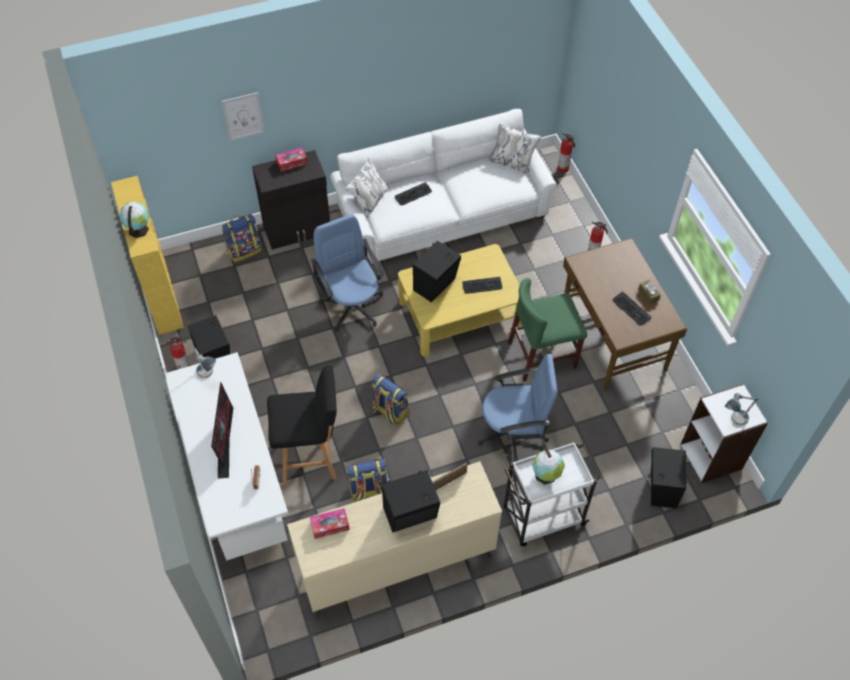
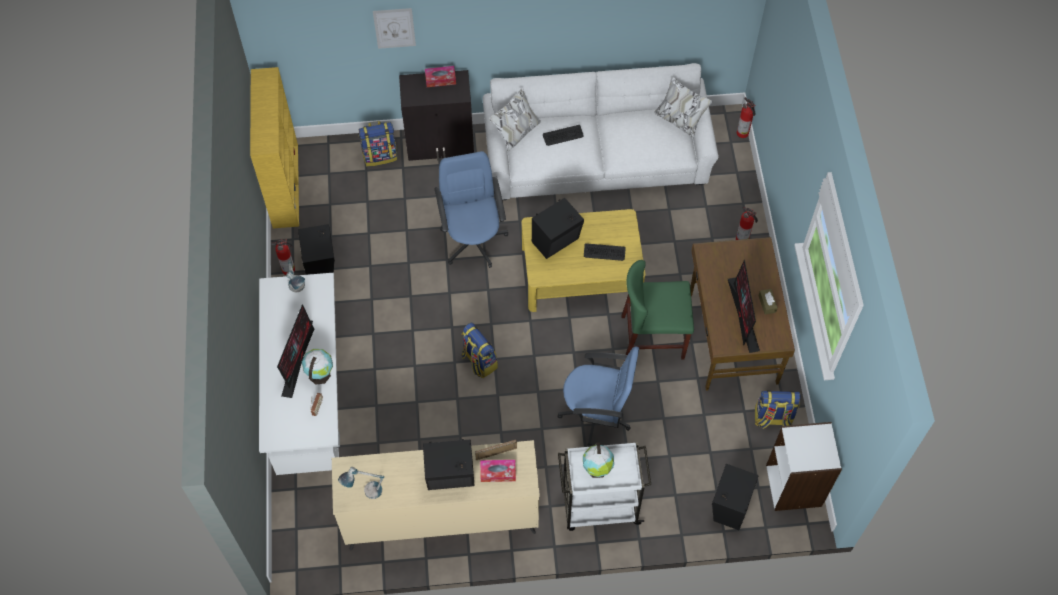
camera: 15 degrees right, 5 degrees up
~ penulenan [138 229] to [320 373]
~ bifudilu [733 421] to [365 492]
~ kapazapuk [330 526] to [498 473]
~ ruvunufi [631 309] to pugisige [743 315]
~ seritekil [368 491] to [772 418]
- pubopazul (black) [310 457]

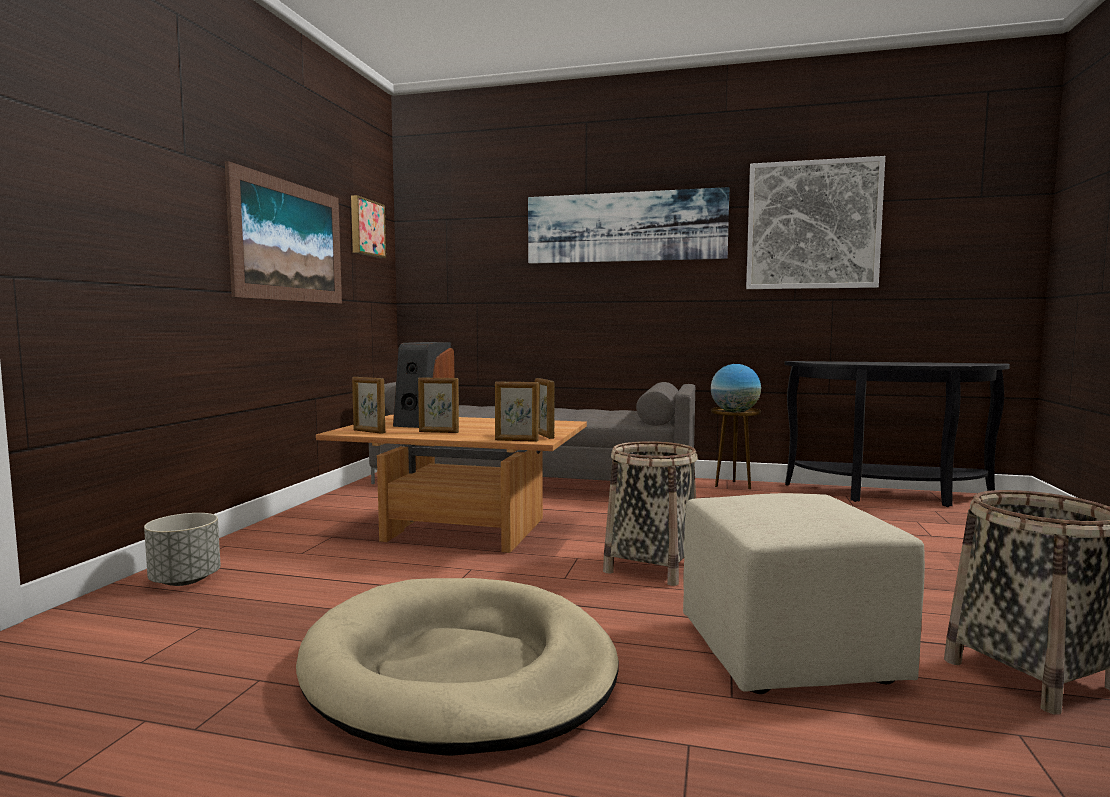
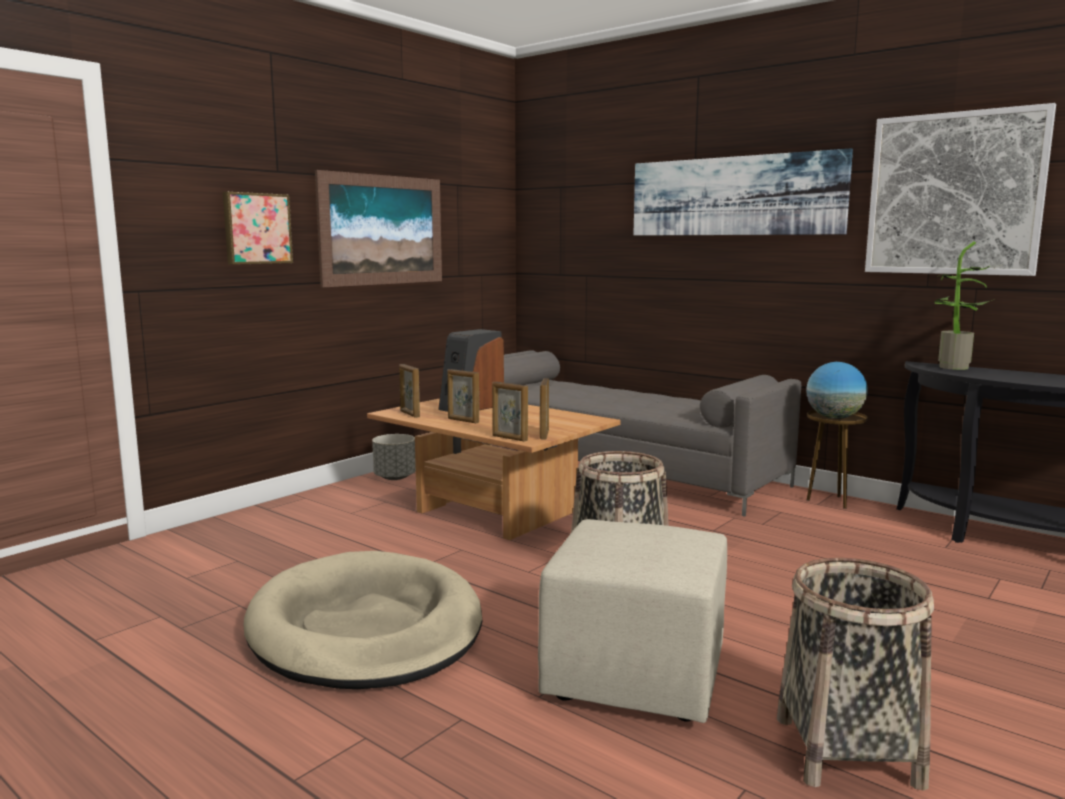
camera: 25 degrees right, 5 degrees up
~ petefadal [366 228] to [256 228]
~ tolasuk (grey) [186 580] to [395 477]
+ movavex [953 368]

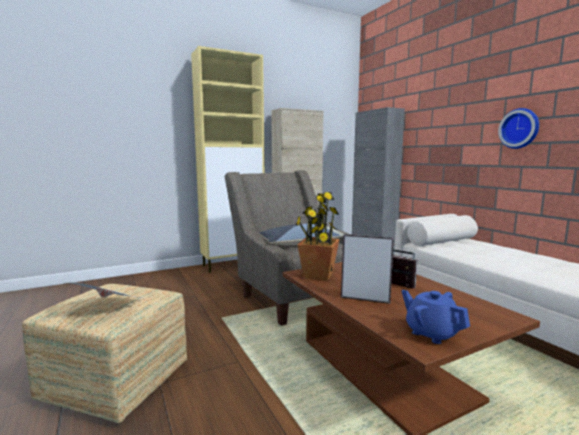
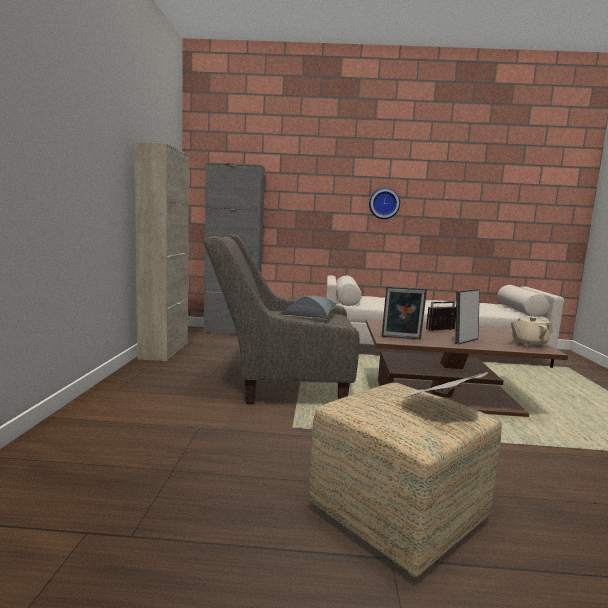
camera: 60 degrees left, 0 degrees up
~ movavex [318 276] to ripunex [401 338]
~ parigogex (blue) [431 333] to parigogex (beige) [528 344]
- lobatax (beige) [234 265]

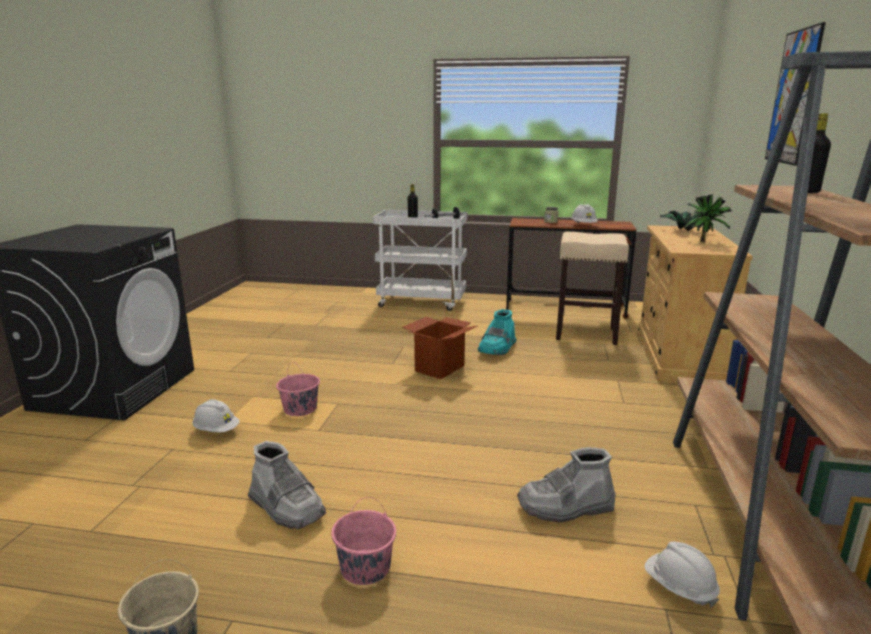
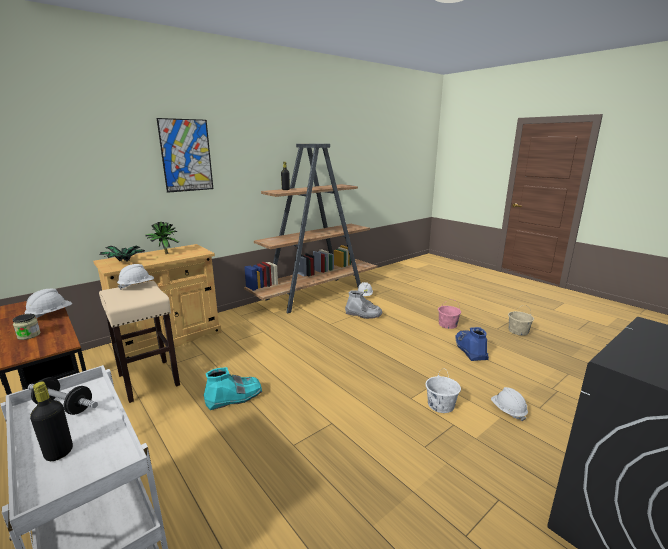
camera: 140 degrees left, 0 degrees up
+ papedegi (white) [137 286]
~ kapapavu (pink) [300 409] to kapapavu (white) [440 405]
~ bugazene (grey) [287 508] to bugazene (blue) [470 350]
- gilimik [439 368]

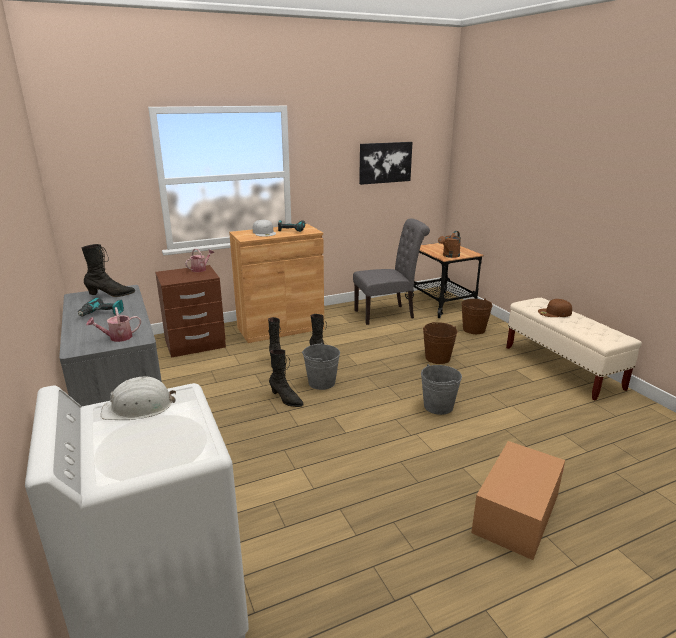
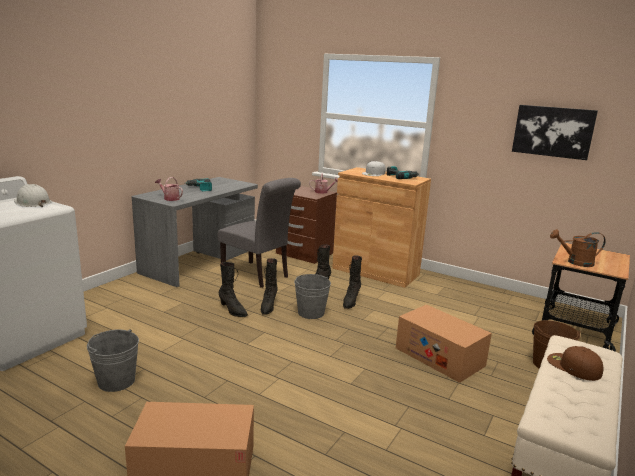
camera: 55 degrees right, 5 degrees down
~ kapapavu (grey) [438 406] to [116 381]
~ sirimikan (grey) [388 314] to [258 275]
~ bugazene (black) [111 295] to [232 310]
~ kapapavu (brown) [437 358] to gilimik [439 356]

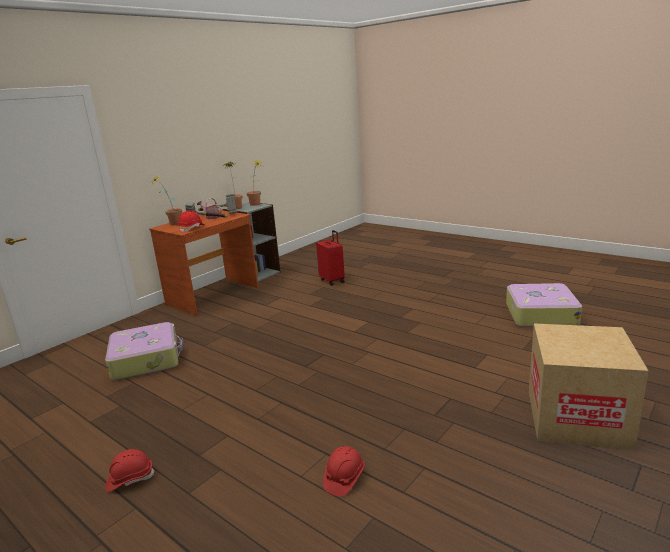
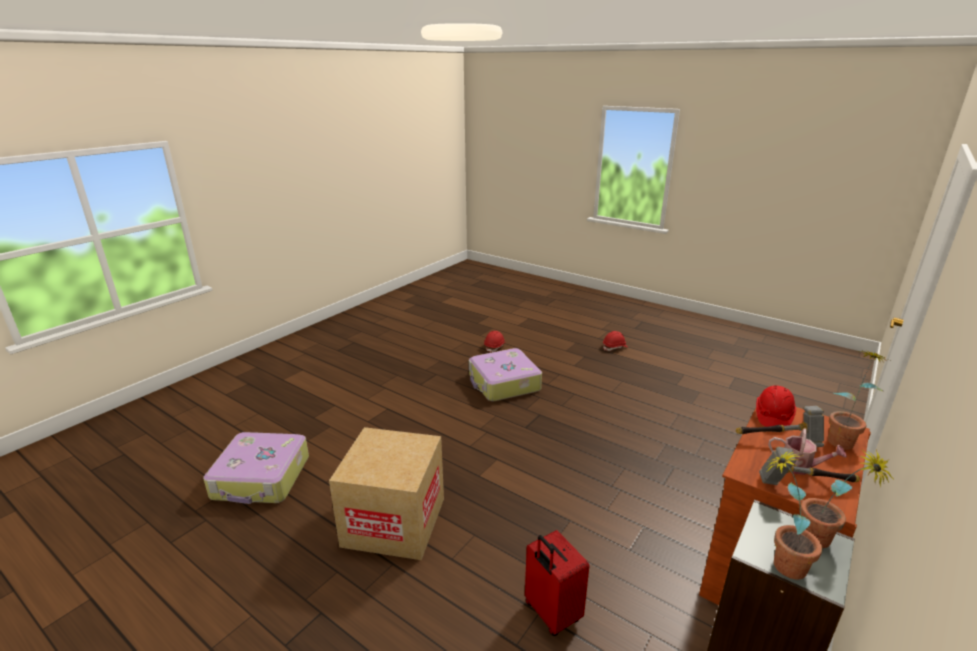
camera: 175 degrees right, 5 degrees up
~ gilimik [577 418] to [394 521]
~ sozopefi [146 359] to [503 383]

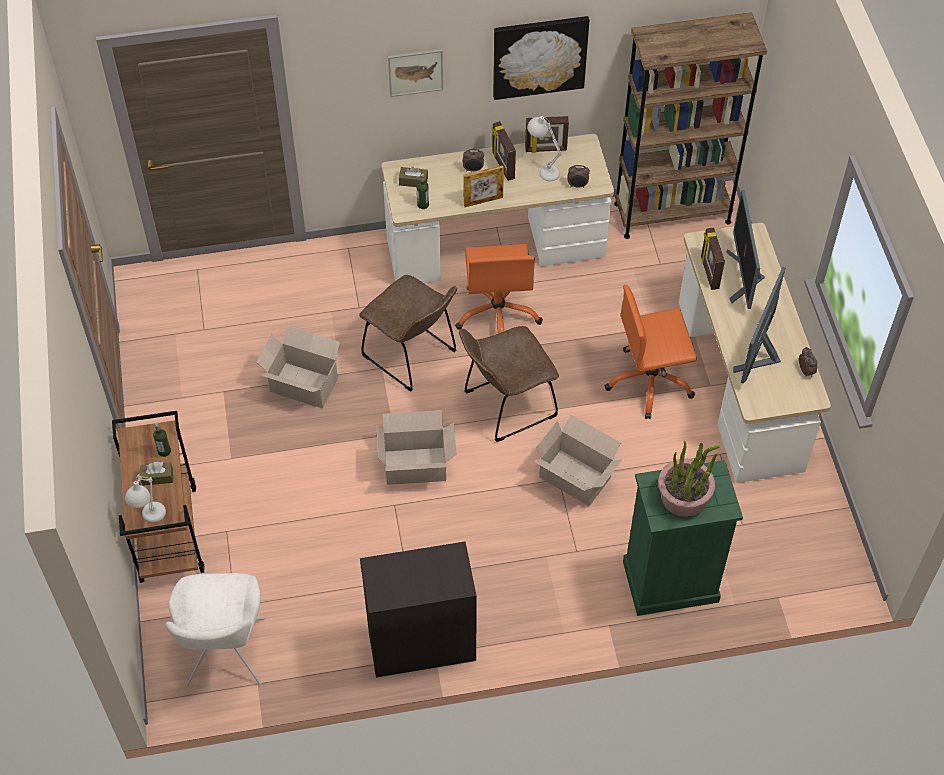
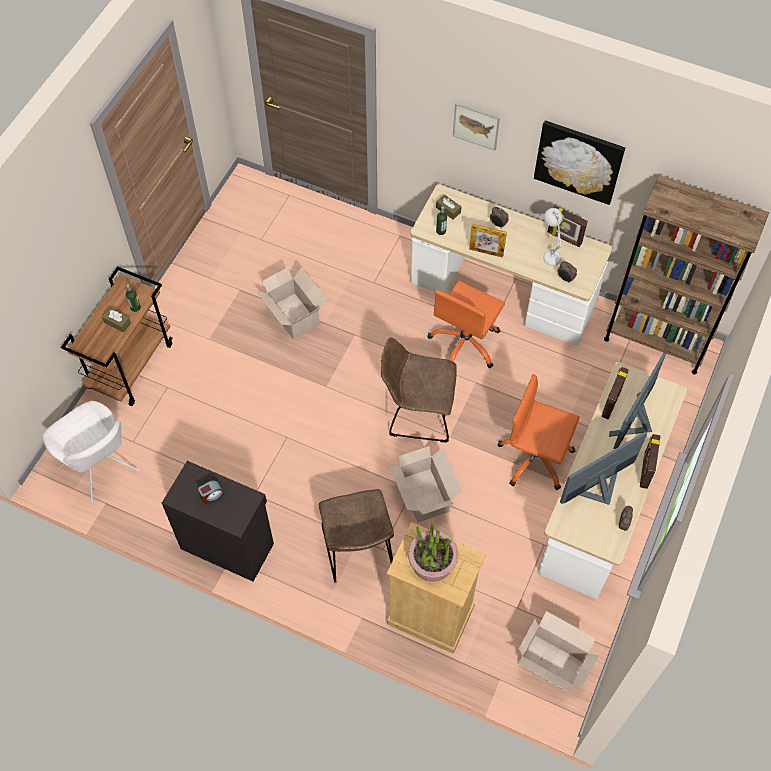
camera: 35 degrees right, 5 degrees up
~ sirimikan (white) [225 655] = [101 471] 75 degrees counterclockwise
+ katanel [211 495]
~ sirimikan (brown) [412 356] to [358 552]
~ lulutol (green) [670 582] to lulutol (beige) [430 615]
~ gilimik [417 466] to [552 665]
~ ripunex [502 166] to [645 470]
- bifudilu (white) [150 521]

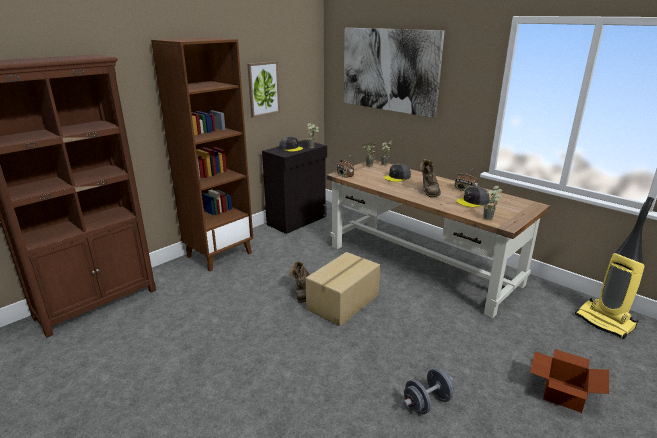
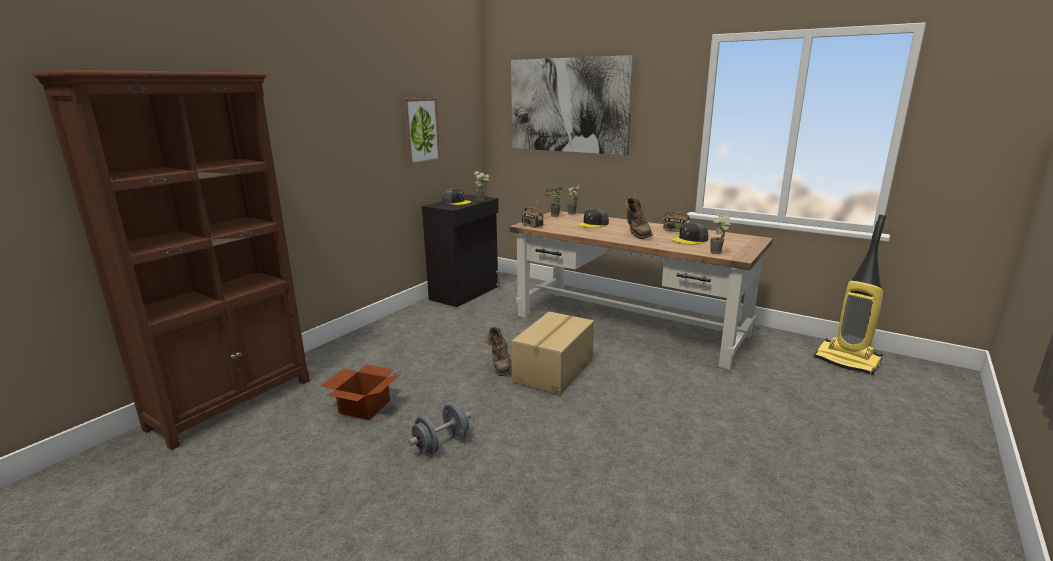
camera: 10 degrees left, 5 degrees down
~ gilimik [562 393] to [364 406]
~ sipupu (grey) [427 403] to [441 444]
- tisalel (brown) [219 254]

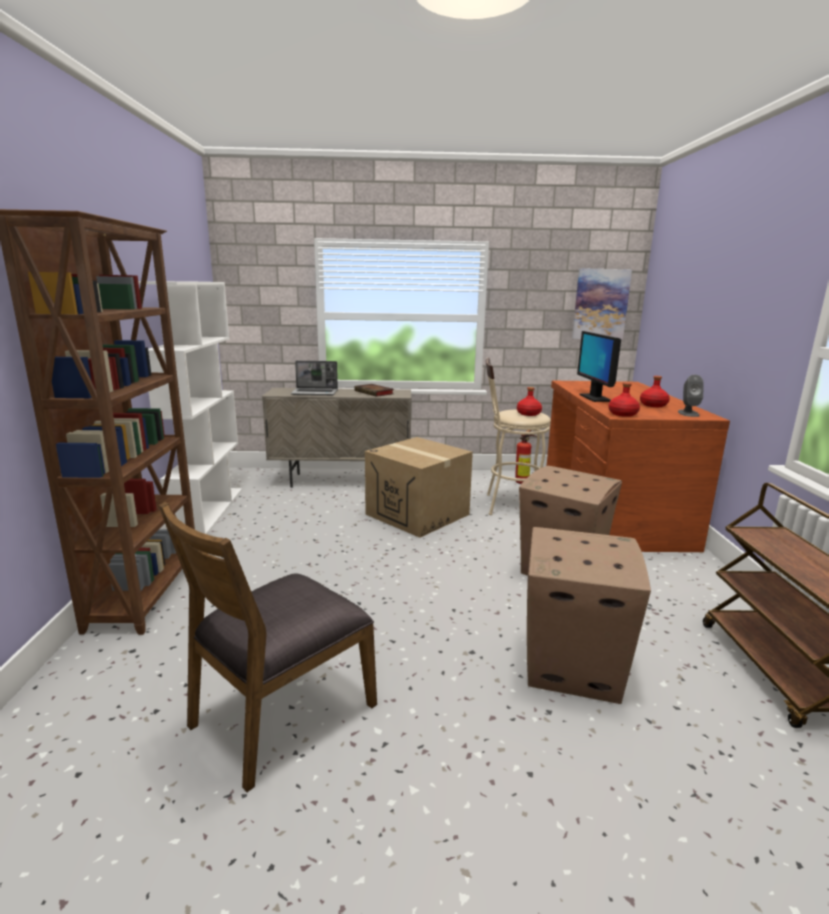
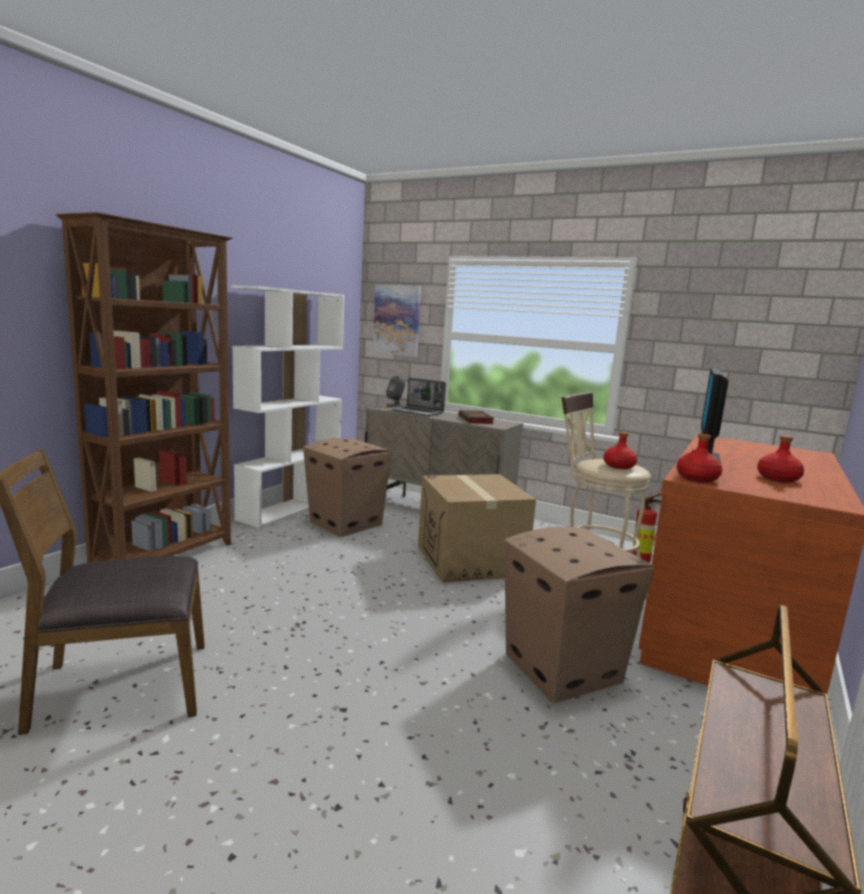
camera: 30 degrees right, 5 degrees down
~ gilimik [569 665] to [345 523]
~ petefadal [600 304] to [397 320]
~ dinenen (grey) [688 413] to [395 406]

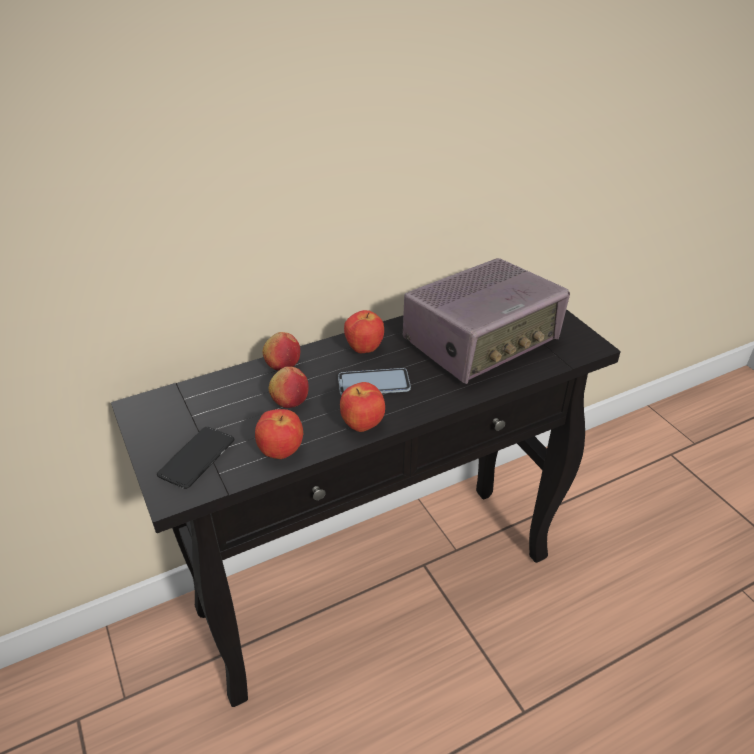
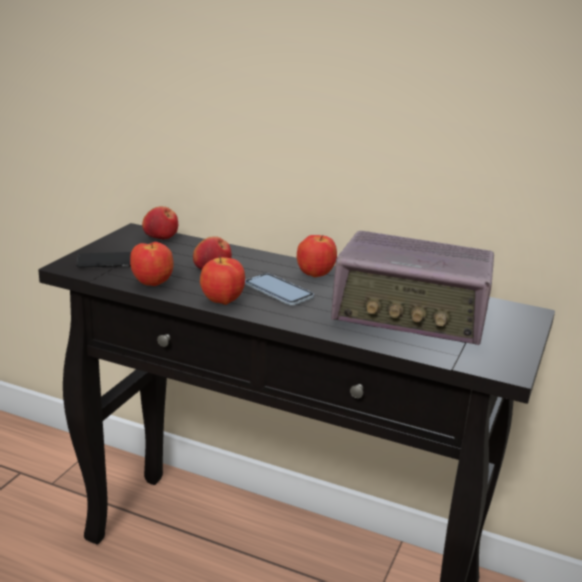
camera: 50 degrees right, 15 degrees down
~ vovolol [282 364] to [160 237]

